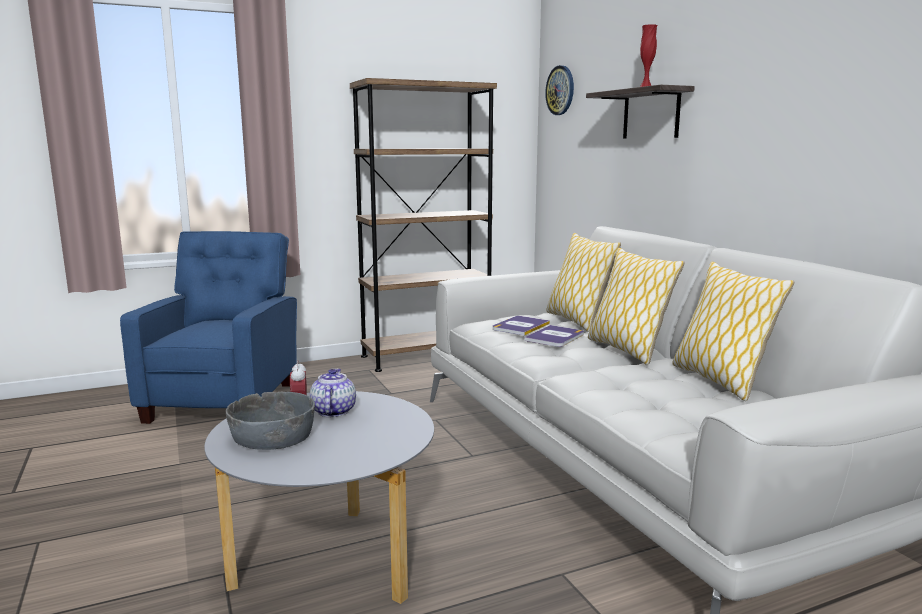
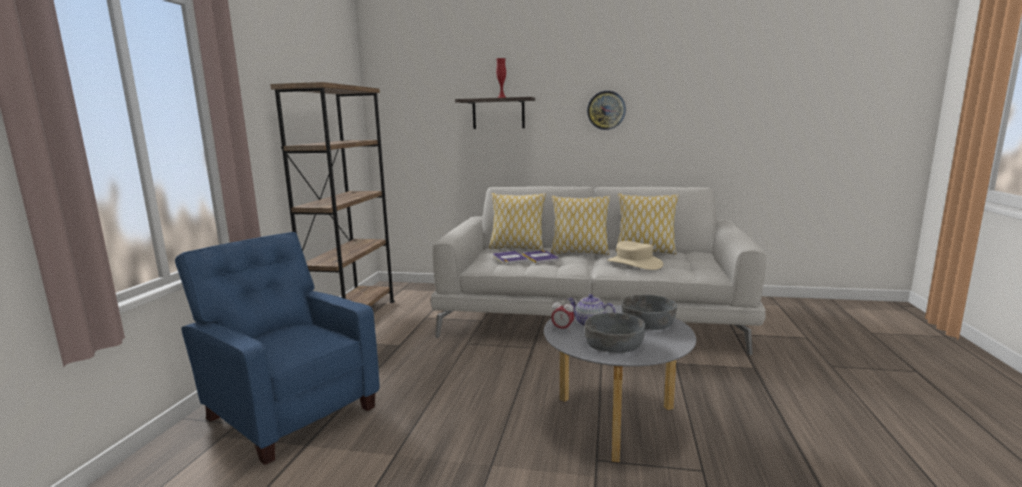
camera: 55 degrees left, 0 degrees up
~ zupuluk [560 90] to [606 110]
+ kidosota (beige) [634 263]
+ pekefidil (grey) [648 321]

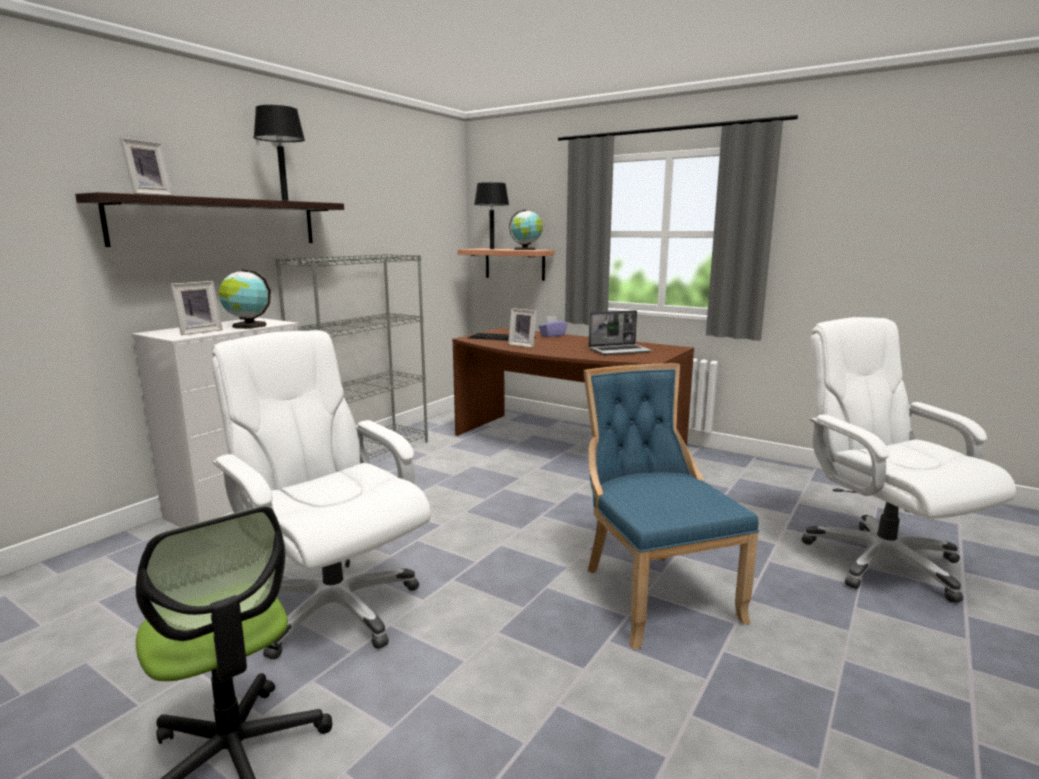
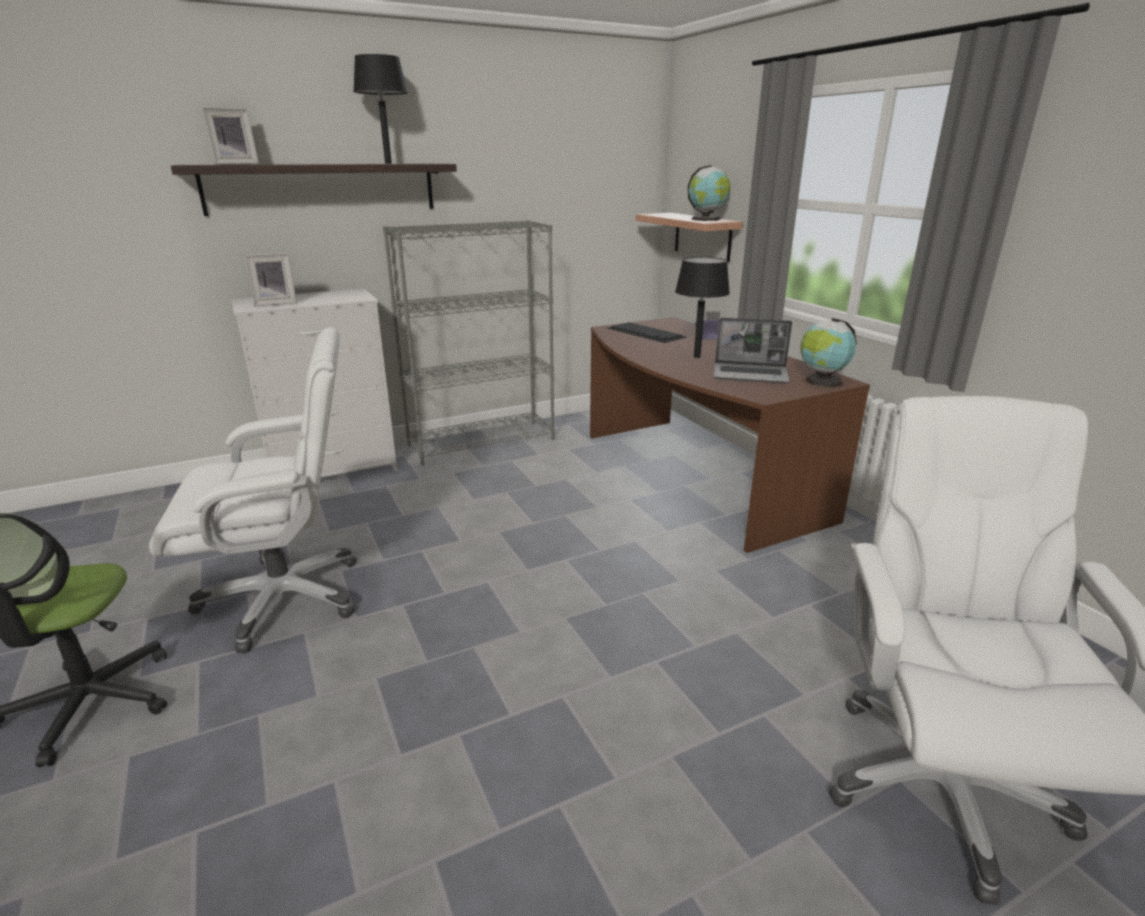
camera: 30 degrees right, 10 degrees up
~ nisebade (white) [334 607] = [285 597] 90 degrees clockwise
~ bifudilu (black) [492 249] to [696 357]
~ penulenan [247 326] to [822 381]
- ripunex [523 345]
- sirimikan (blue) [653 593]

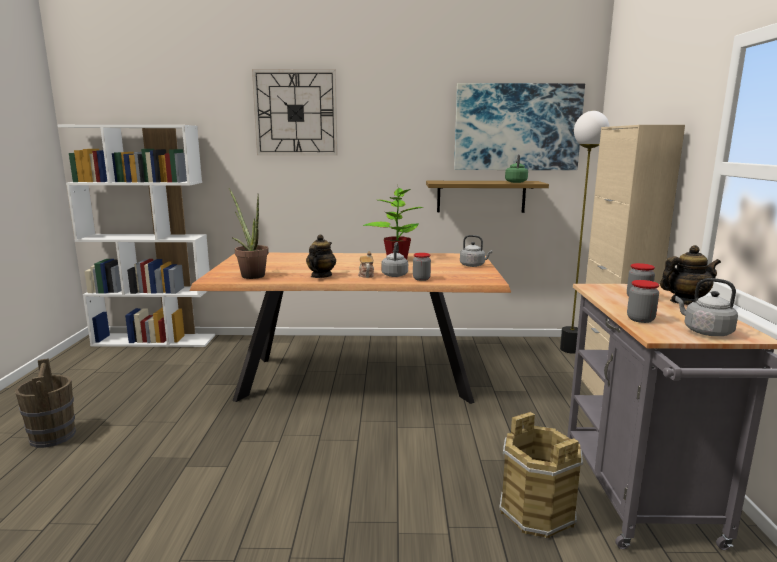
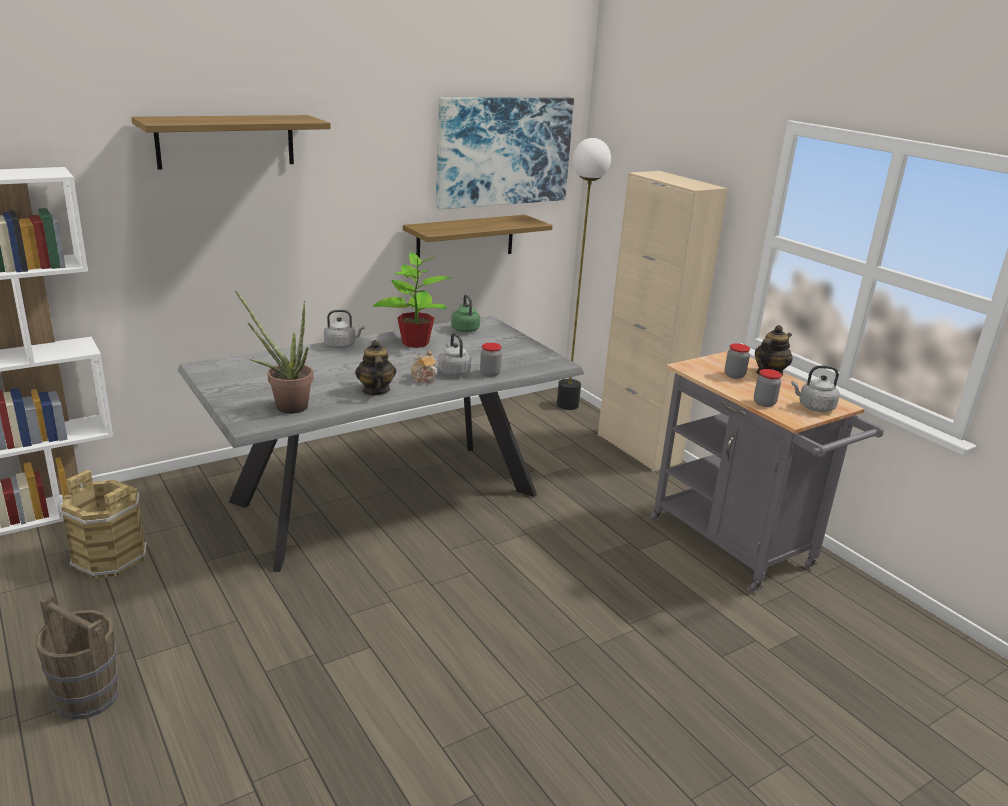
camera: 35 degrees left, 10 degrees up
~ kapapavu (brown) [536 512] to [109 558]
~ zupuluk [296 113] to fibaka [226 141]
~ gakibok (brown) [357 377] to gakibok (grey) [386 497]
~ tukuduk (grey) [473 265] to [342 345]
~ tukuduk (green) [516 182] to [464 329]

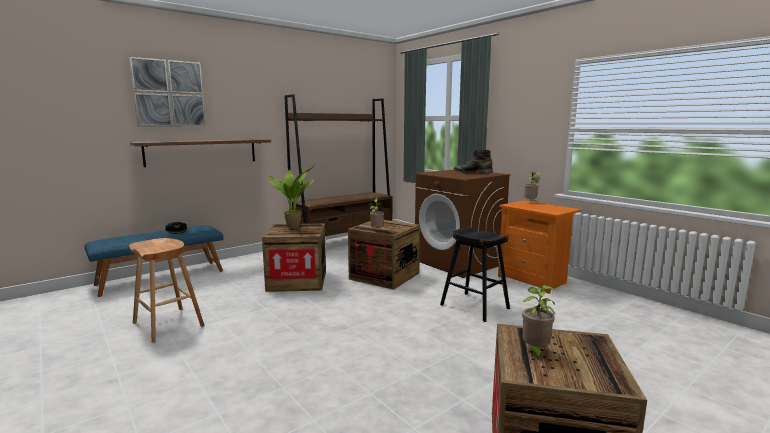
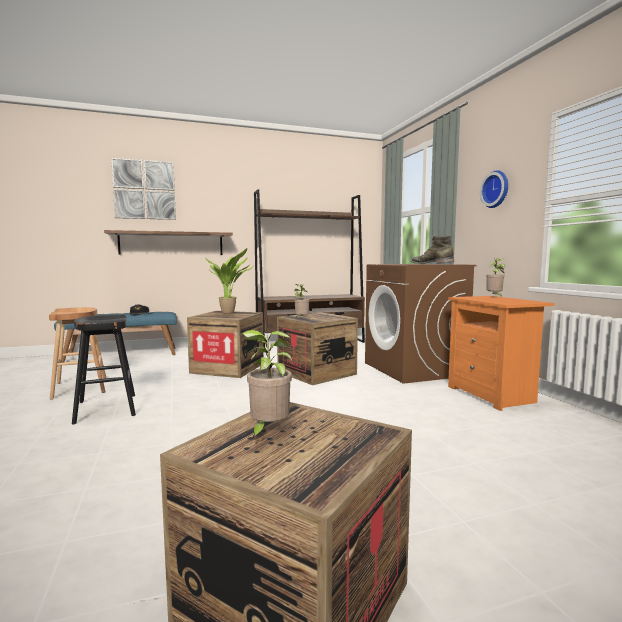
camera: 20 degrees right, 5 degrees down
~ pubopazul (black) [475 307] to [106 408]
+ zupuluk [496 189]

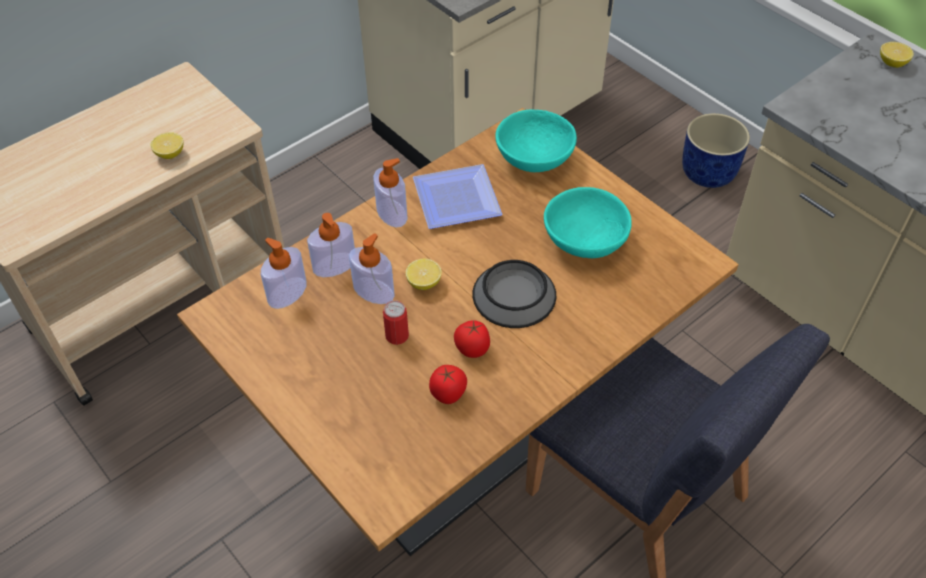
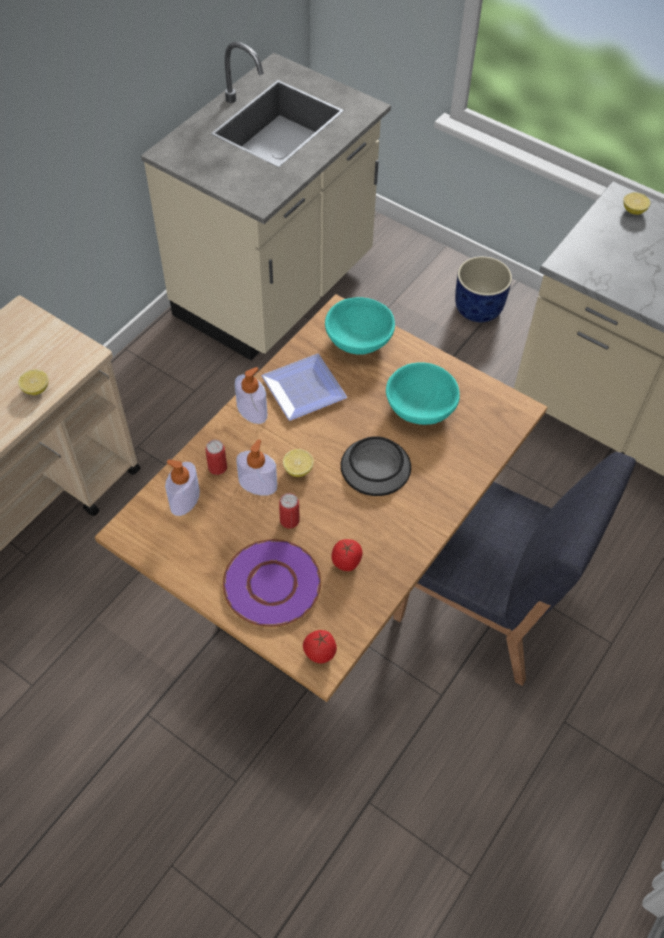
camera: 15 degrees left, 5 degrees up
~ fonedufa [334 265] to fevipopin [217 467]
+ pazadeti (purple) [272 583]
~ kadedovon [472 349] to [319 653]

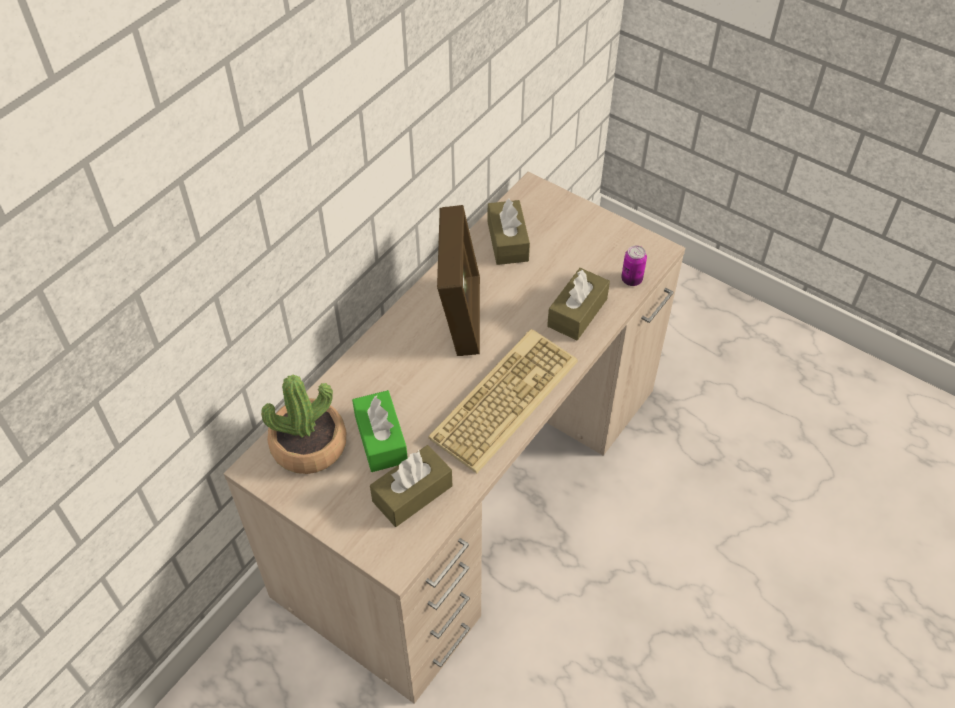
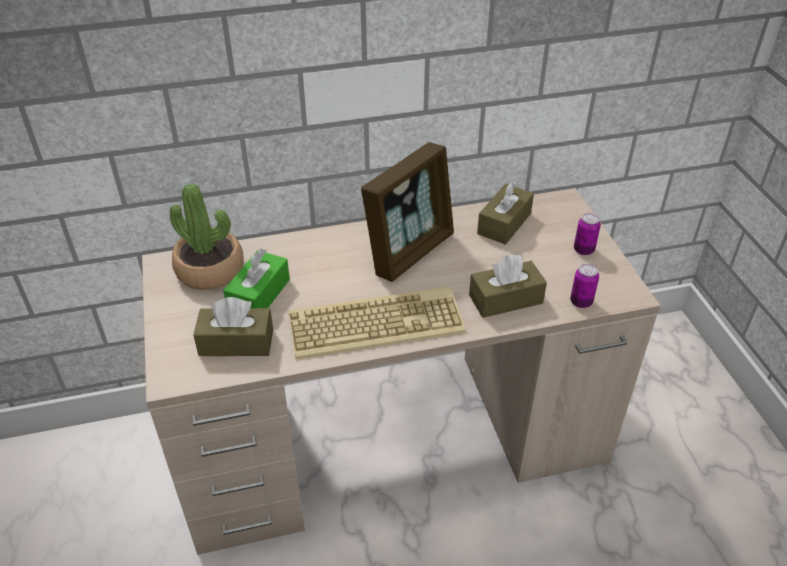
camera: 40 degrees right, 10 degrees down
+ fevipopin [583 250]

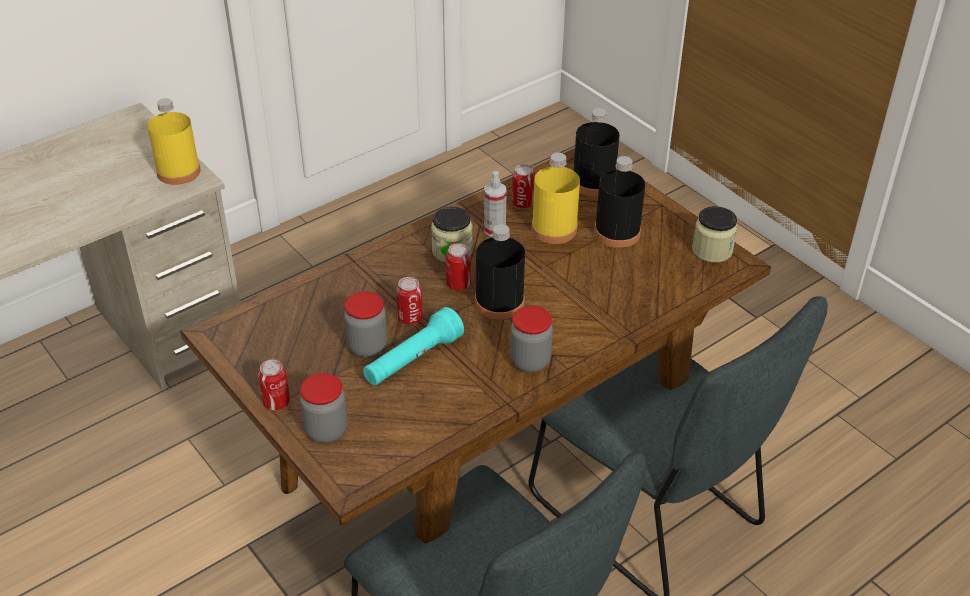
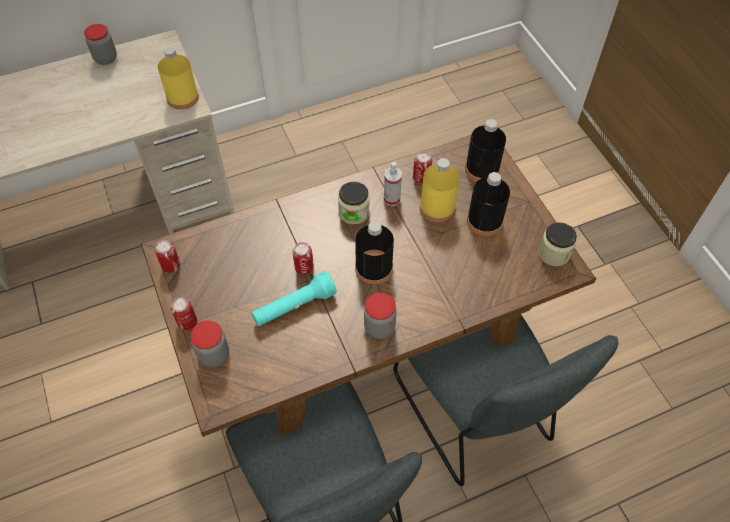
camera: 15 degrees right, 15 degrees up
~ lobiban [367 346] to [106 58]
~ fevipopin [458 284] to [171 265]

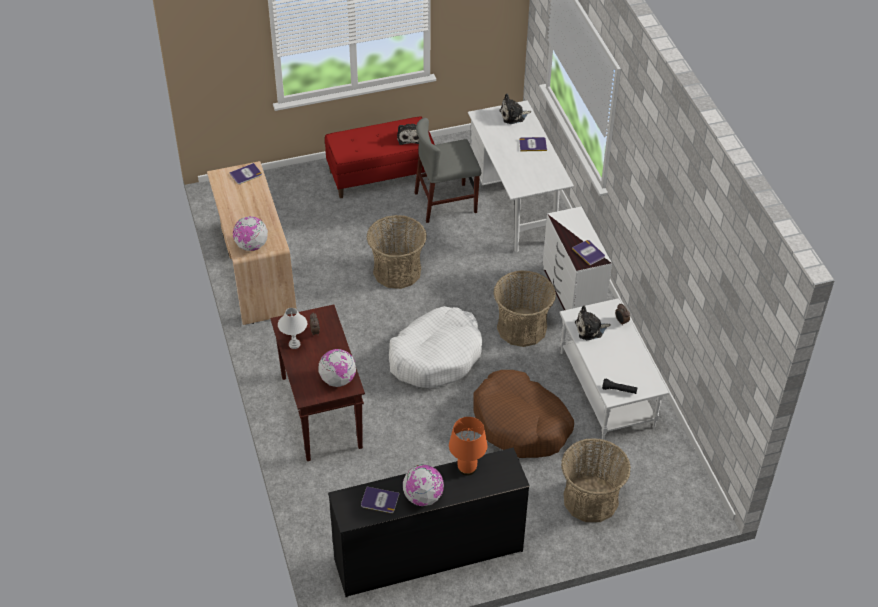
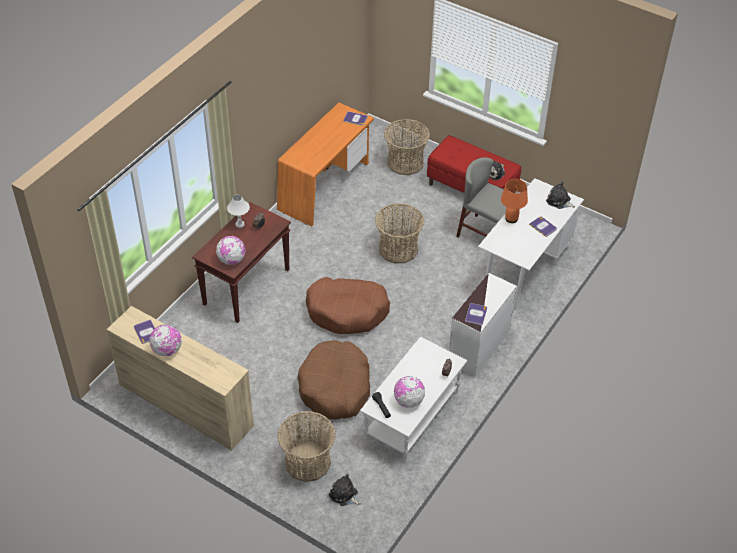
camera: 50 degrees right, 0 degrees up
~ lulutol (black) [427 554] to lulutol (beige) [186 405]
~ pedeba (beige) [255 270] to pedeba (orange) [325 187]
~ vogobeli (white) [436 356] to vogobeli (brown) [347 311]
~ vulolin [590 329] to [344 495]
~ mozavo [521 327] to [405 162]
~ penulenan [251 246] to [408 401]
~ bifudilu (orange) [466 468] to [511 218]

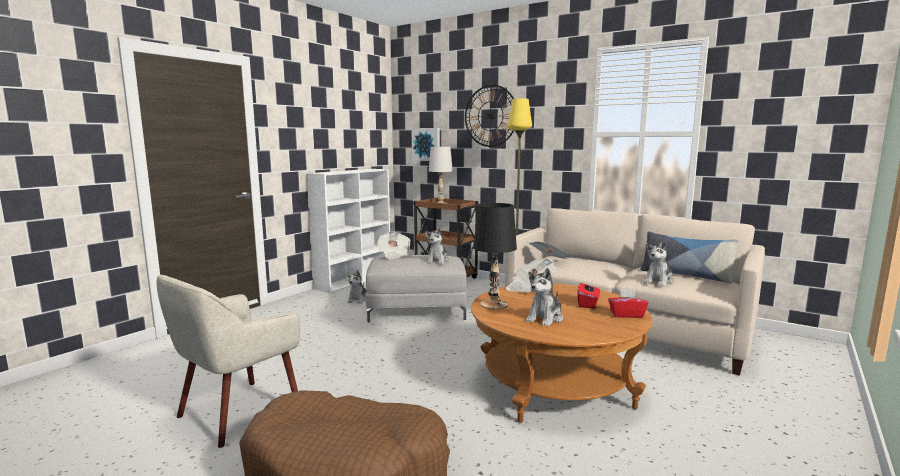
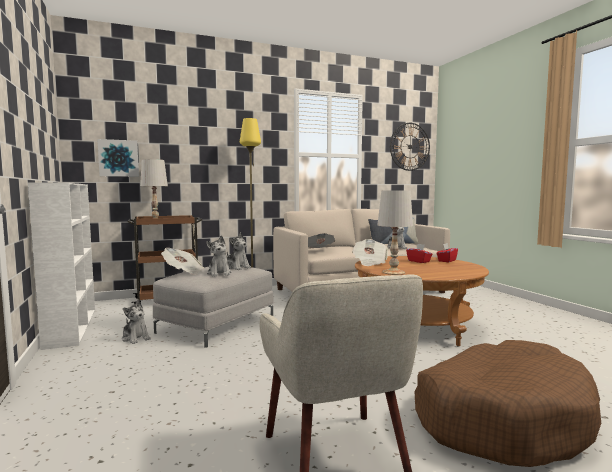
camera: 55 degrees left, 5 degrees down
~ vulolin [545 318] to [219 273]
~ bifudilu (black) [494 304] to bifudilu (white) [394 272]
~ zupuluk [490 116] to [410 146]

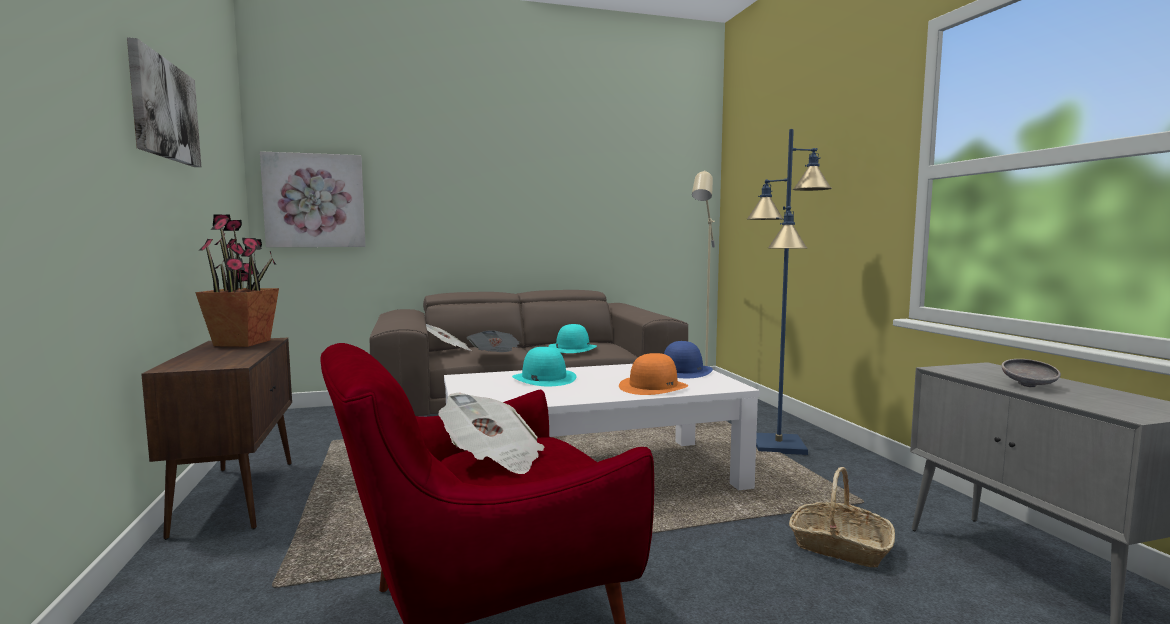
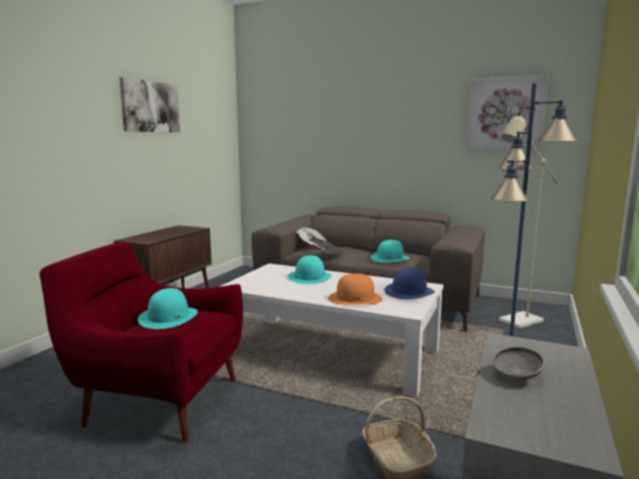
camera: 40 degrees right, 5 degrees up
~ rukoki [493 458] to kidosota (turquoise) [168 317]
~ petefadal [315 201] to [505 114]
- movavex [243 343]

